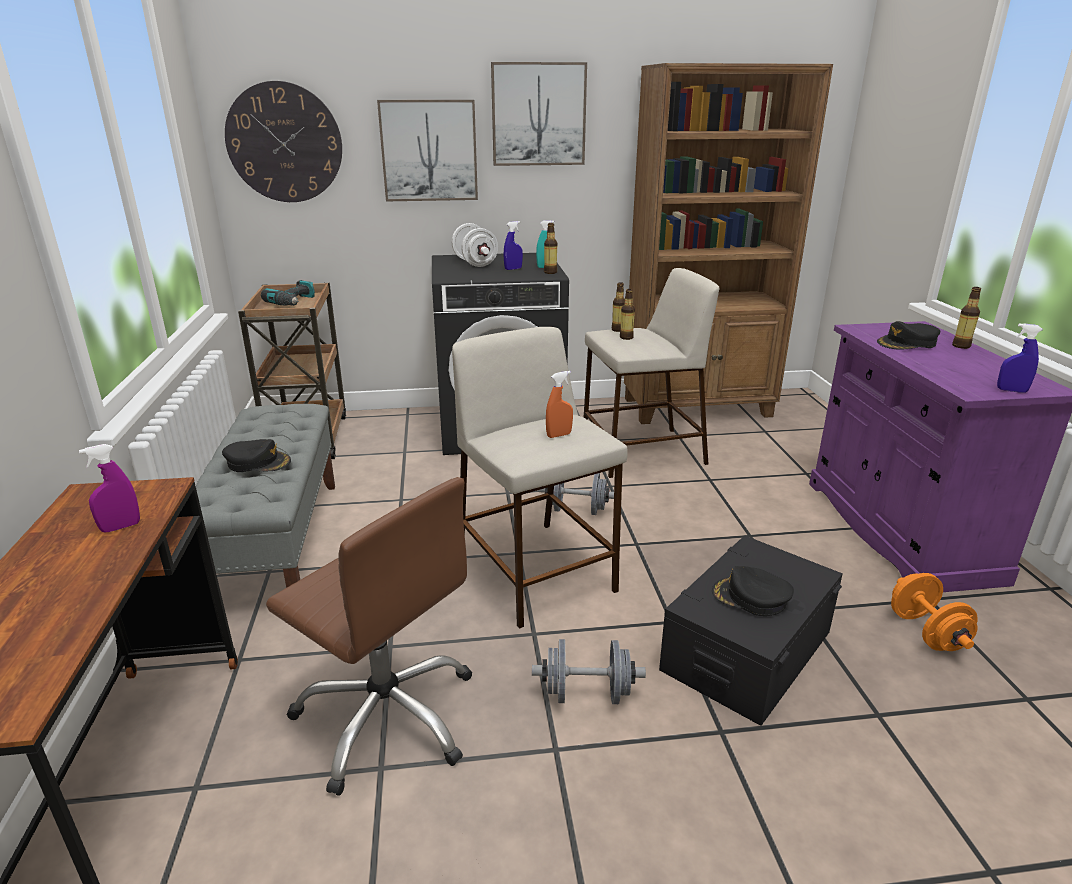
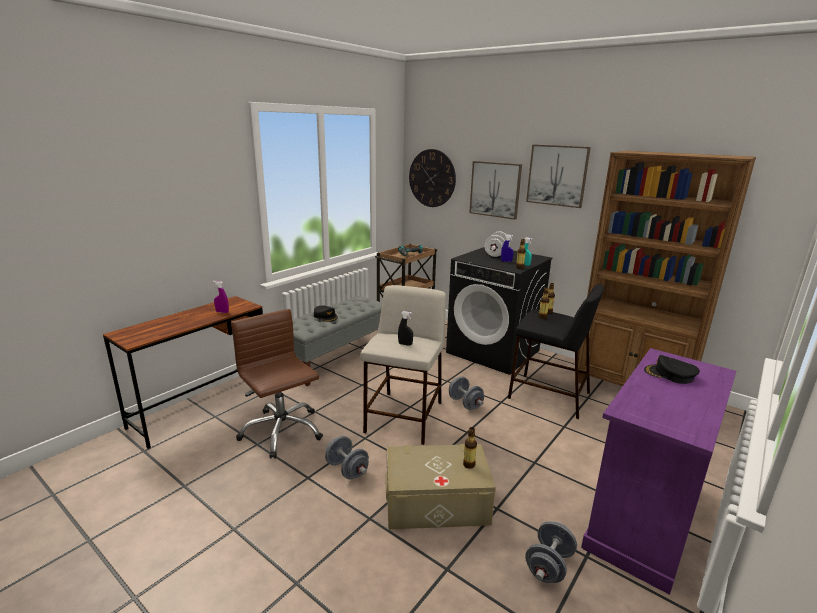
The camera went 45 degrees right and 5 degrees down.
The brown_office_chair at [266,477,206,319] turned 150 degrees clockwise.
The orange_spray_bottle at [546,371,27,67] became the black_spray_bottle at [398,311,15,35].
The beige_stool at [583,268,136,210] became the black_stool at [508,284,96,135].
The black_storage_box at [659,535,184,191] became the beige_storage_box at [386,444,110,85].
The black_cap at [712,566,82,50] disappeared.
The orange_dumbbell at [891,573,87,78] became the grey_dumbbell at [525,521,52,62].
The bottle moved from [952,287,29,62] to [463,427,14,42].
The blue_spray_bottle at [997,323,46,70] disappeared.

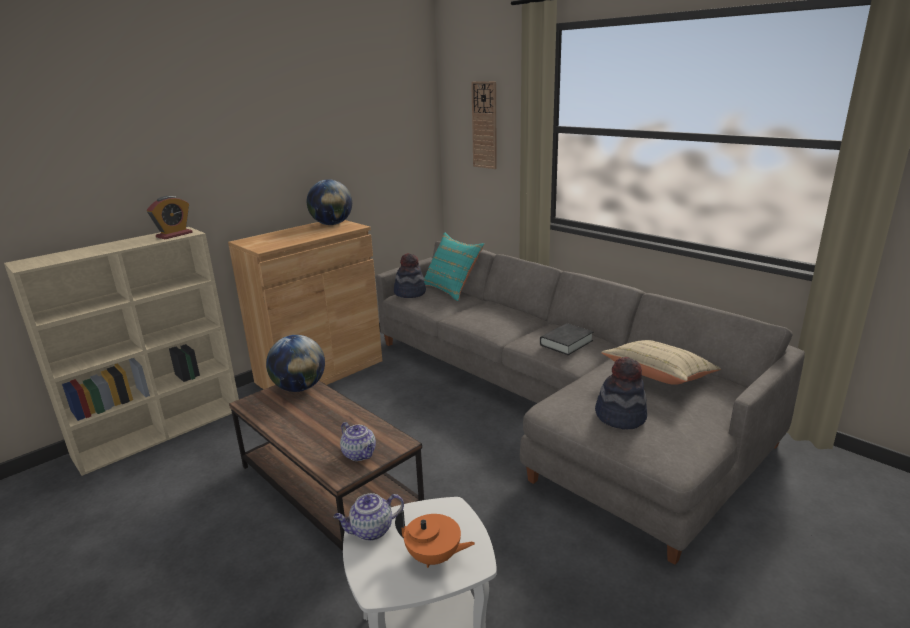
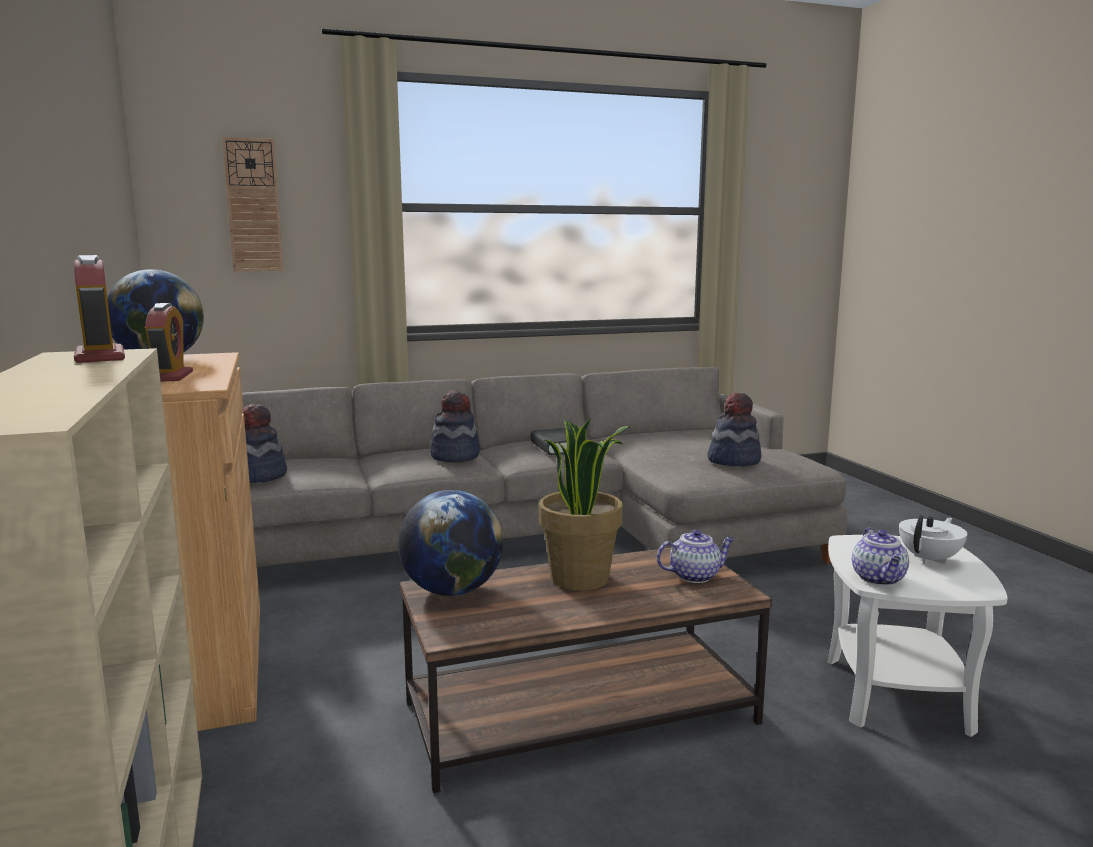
The camera went 65 degrees left and 10 degrees down.
The orange_teapot at [395,510,80,58] became the white_teapot at [899,515,68,49].
The turquoise_pillow at [424,232,61,69] disappeared.
The beige_pillow at [601,340,120,45] disappeared.
The alarm_clock at [145,303,48,79] appeared.
The hat at [430,390,50,73] appeared.
The potted_plant at [539,419,91,172] appeared.

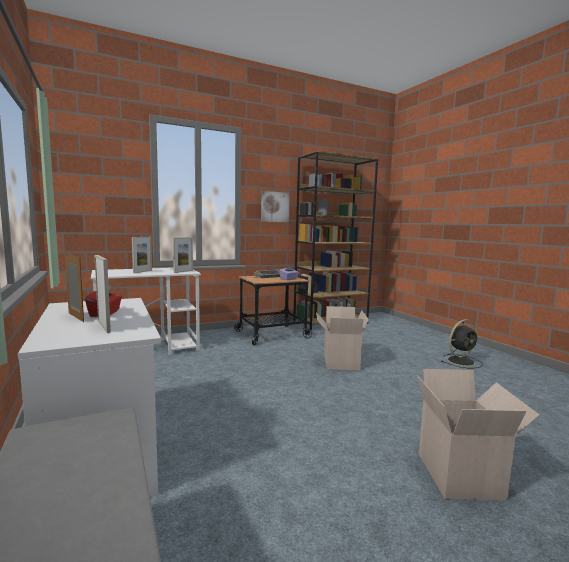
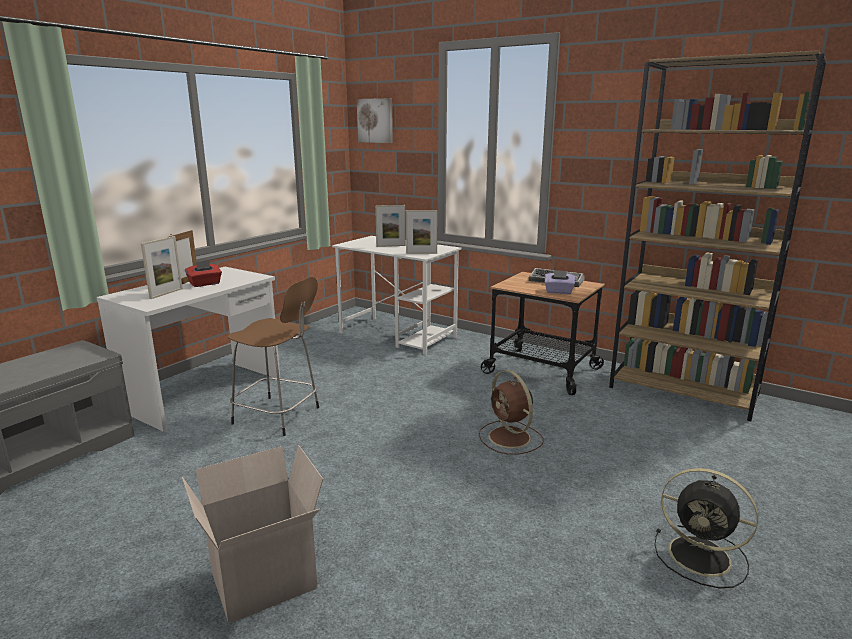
The camera went 60 degrees right and 10 degrees up.
The picture moved from [261,191,29,31] to [357,98,36,45].
The cardboard_box at [316,306,53,64] was replaced by the brown_fan at [479,370,65,85].
The brown_stool at [228,277,91,159] appeared.

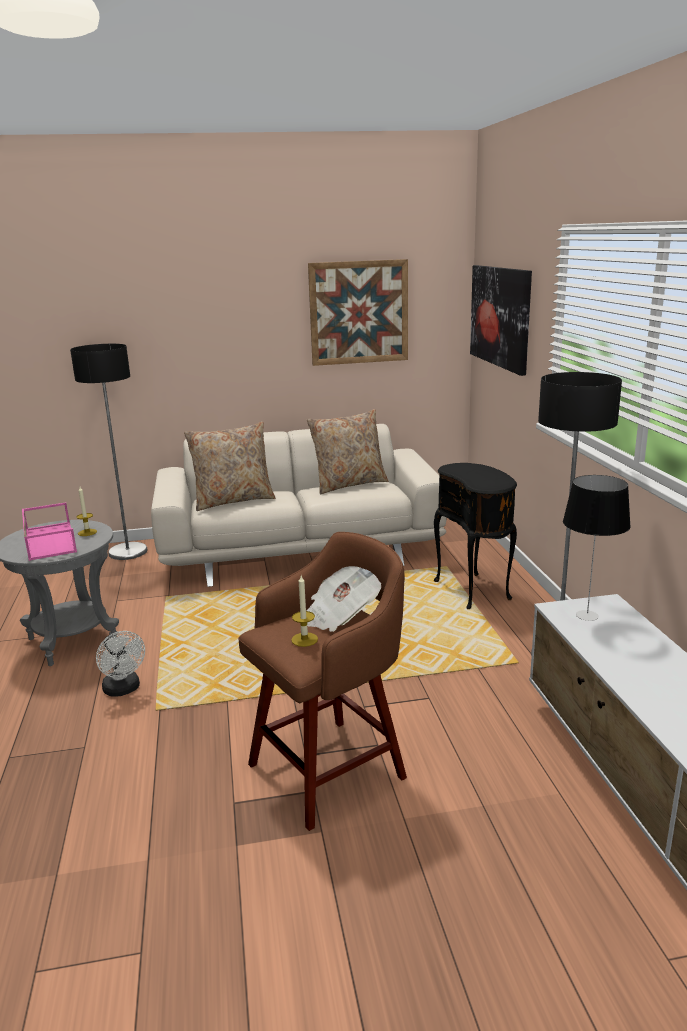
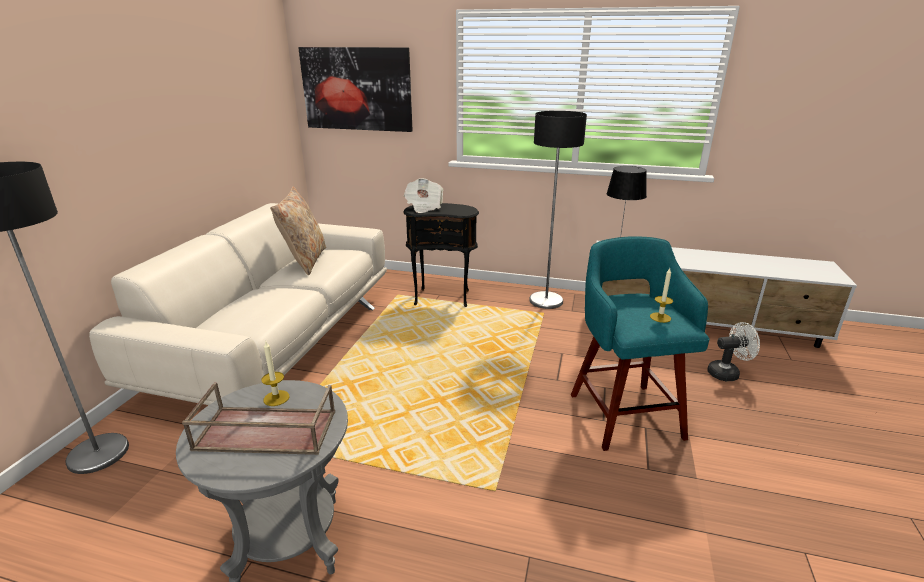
The camera went 65 degrees left and 5 degrees up.
The pink_tray at [22,502,55,59] became the brown_tray at [182,382,153,73].
The white_fan moved from [96,631,49,66] to [707,322,53,59].
The beige_pillow at [184,422,91,89] disappeared.
The brown_stool at [238,532,169,299] became the turquoise_stool at [571,237,139,214].
The newspaper moved from [306,566,75,66] to [404,178,40,35].
The picture at [308,259,100,107] disappeared.

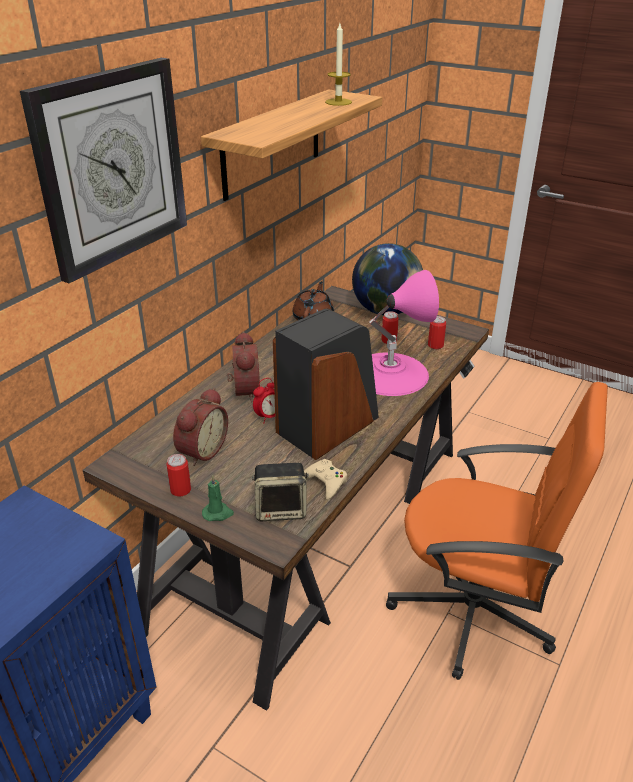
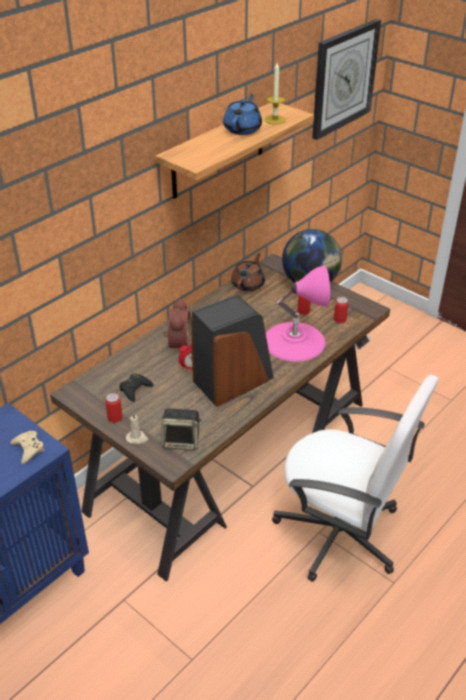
The camera went 10 degrees right and 5 degrees up.
The wall_clock moved from [20,58,167,225] to [312,19,69,121].
The alarm_clock at [173,388,55,78] was replaced by the black_game_controller at [119,373,34,29].
The green_candle at [202,475,32,46] became the beige_candle at [126,412,22,32].
The beige_game_controller moved from [304,459,43,41] to [10,431,35,33].
The orange_office_chair at [386,382,222,298] became the white_office_chair at [272,375,167,207].
The blue_teapot at [223,94,39,41] appeared.

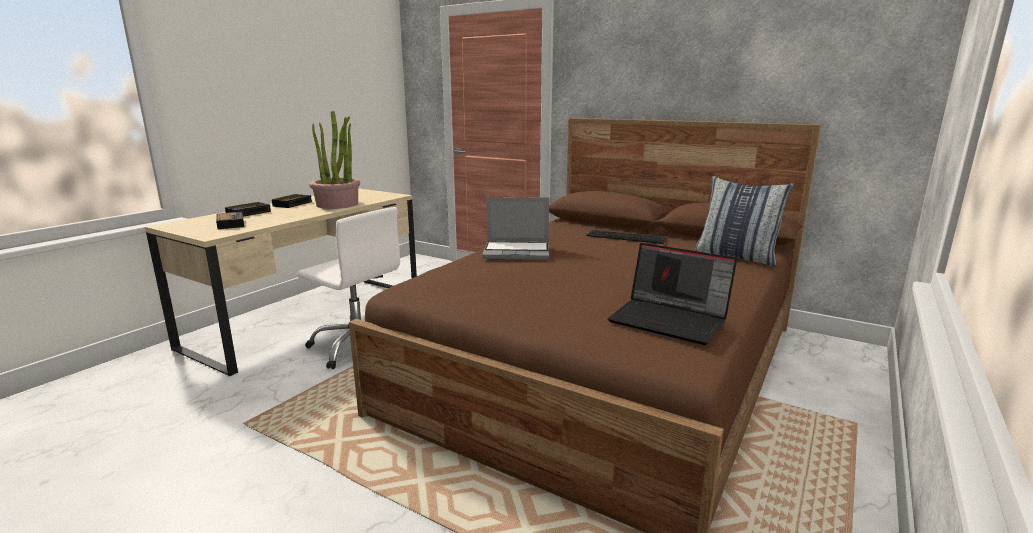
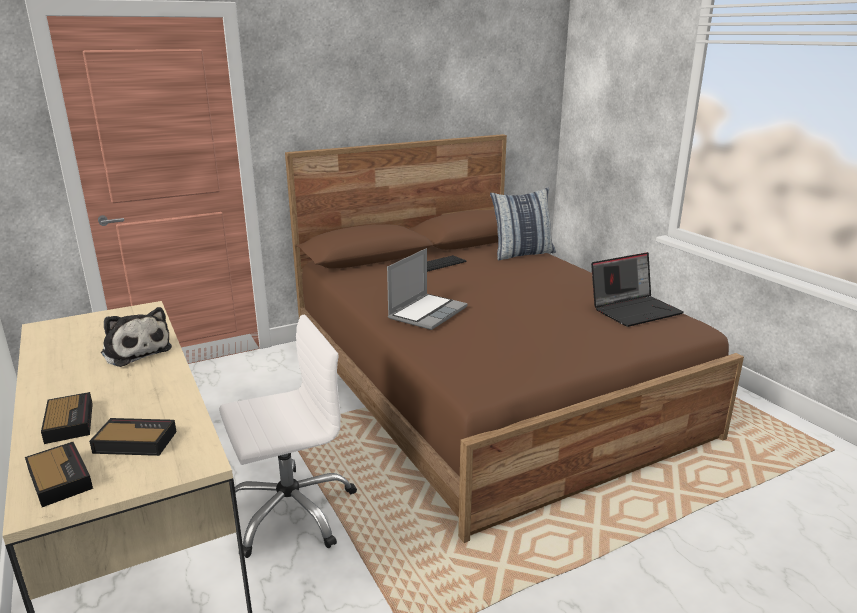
The camera went 60 degrees left and 5 degrees up.
The alarm_clock moved from [272,194,40,14] to [25,442,68,65].
The potted_plant at [309,111,51,98] was replaced by the plush_toy at [101,307,71,60].

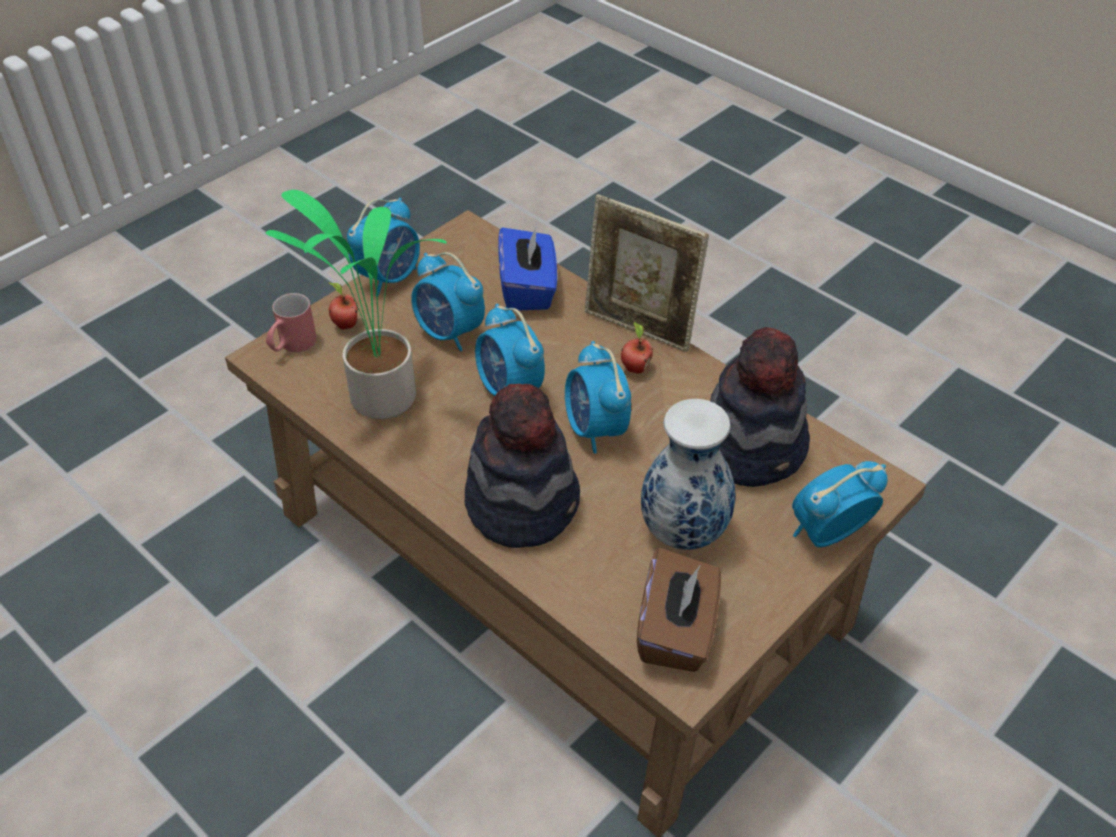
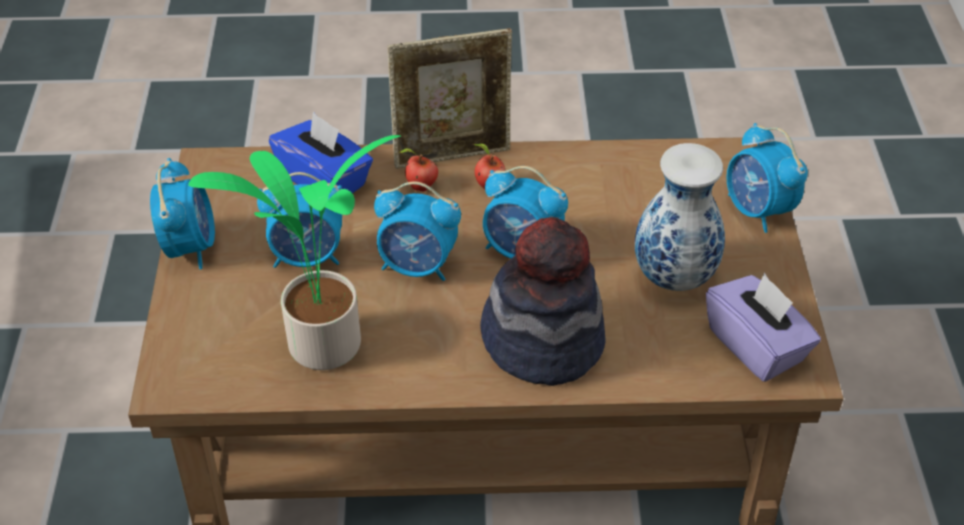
The camera went 45 degrees left and 0 degrees up.
The red_mug at [266,293,51,59] disappeared.
The apple moved from [329,283,28,46] to [399,148,39,43].
The brown_tissue_box at [637,548,84,124] became the purple_tissue_box at [706,273,115,109].
The hat at [710,327,100,160] disappeared.
The alarm_clock at [792,461,96,86] turned 45 degrees counterclockwise.

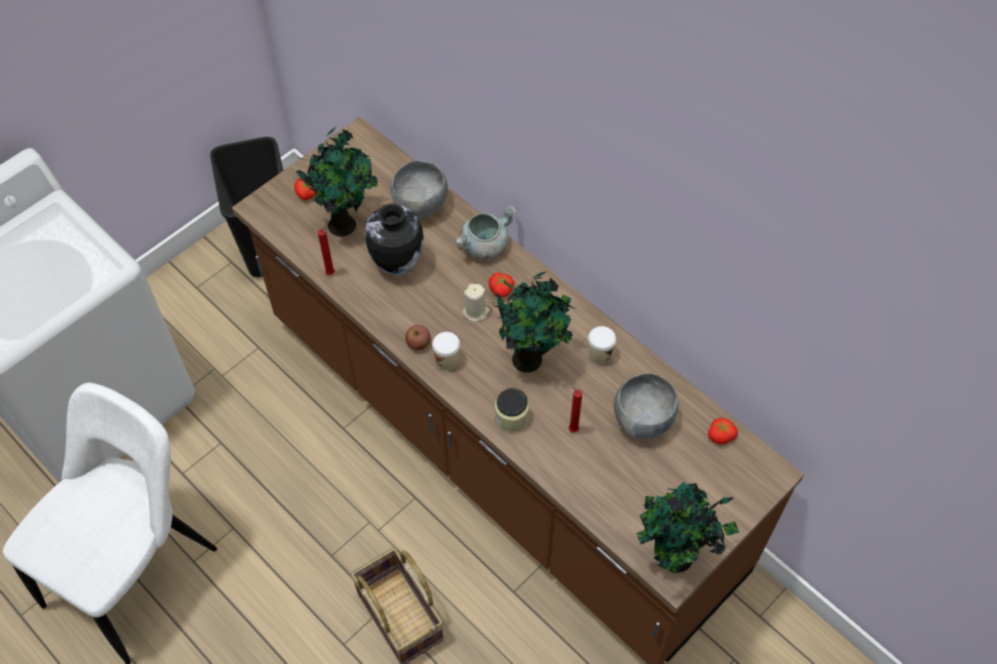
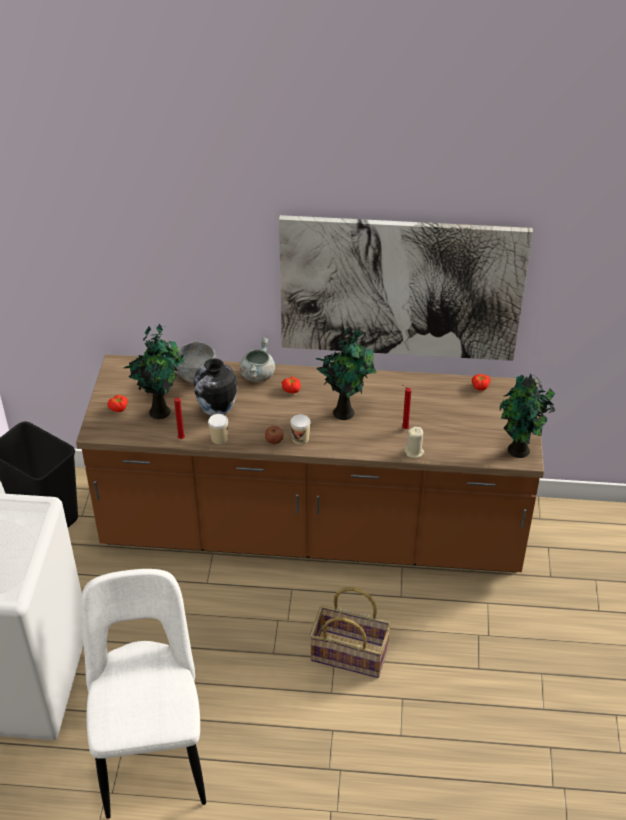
The camera went 40 degrees left and 15 degrees down.
The beige_candle moved from [462,284,28,38] to [404,427,20,31].
The jar at [495,388,34,45] disappeared.
The cup moved from [588,326,28,39] to [208,414,20,30].
The grey_bowl at [614,373,65,66] disappeared.
The picture at [279,215,254,146] appeared.

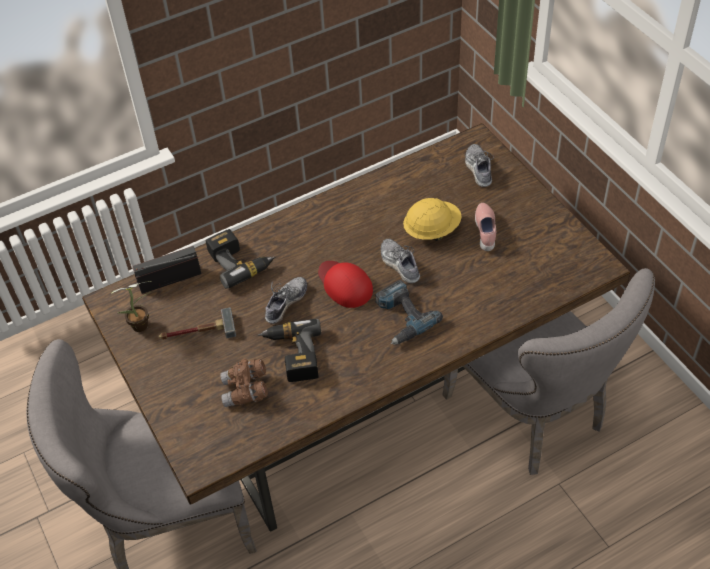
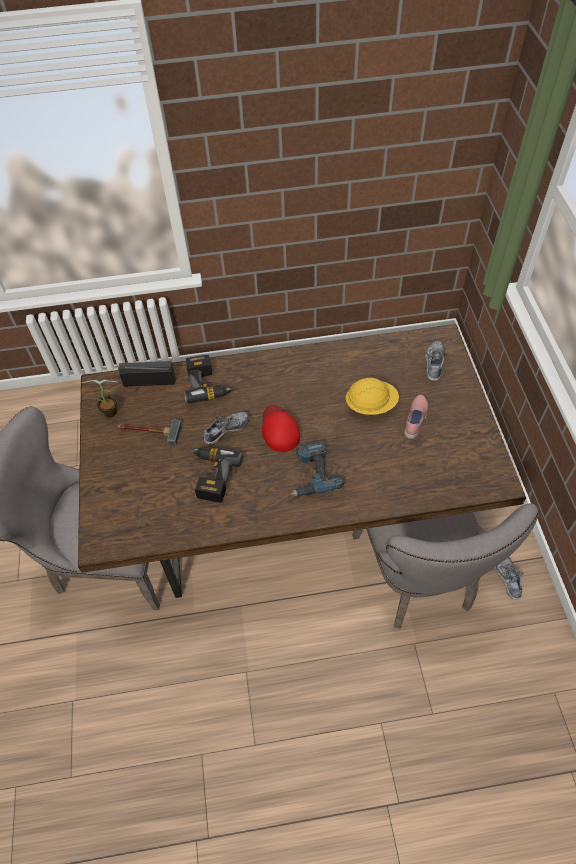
The camera went 20 degrees right and 5 degrees up.
The brown_binoculars at [220,359,48,48] disappeared.
The shoe moved from [381,239,39,44] to [496,557,27,43].

